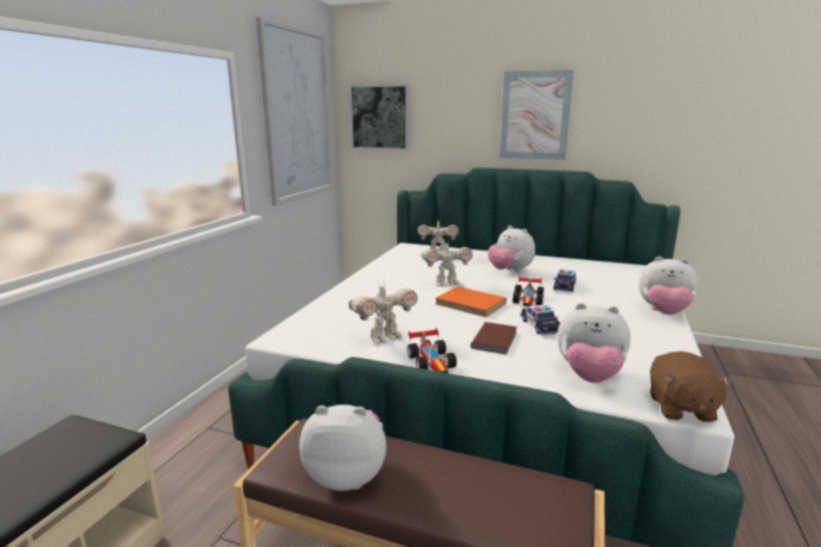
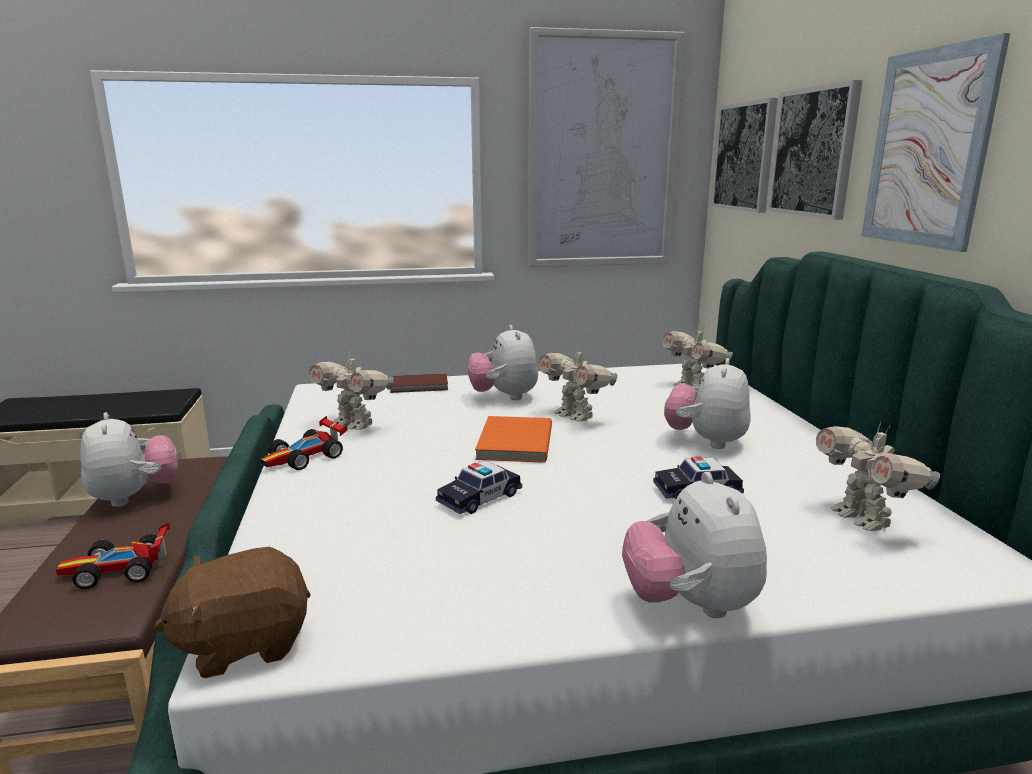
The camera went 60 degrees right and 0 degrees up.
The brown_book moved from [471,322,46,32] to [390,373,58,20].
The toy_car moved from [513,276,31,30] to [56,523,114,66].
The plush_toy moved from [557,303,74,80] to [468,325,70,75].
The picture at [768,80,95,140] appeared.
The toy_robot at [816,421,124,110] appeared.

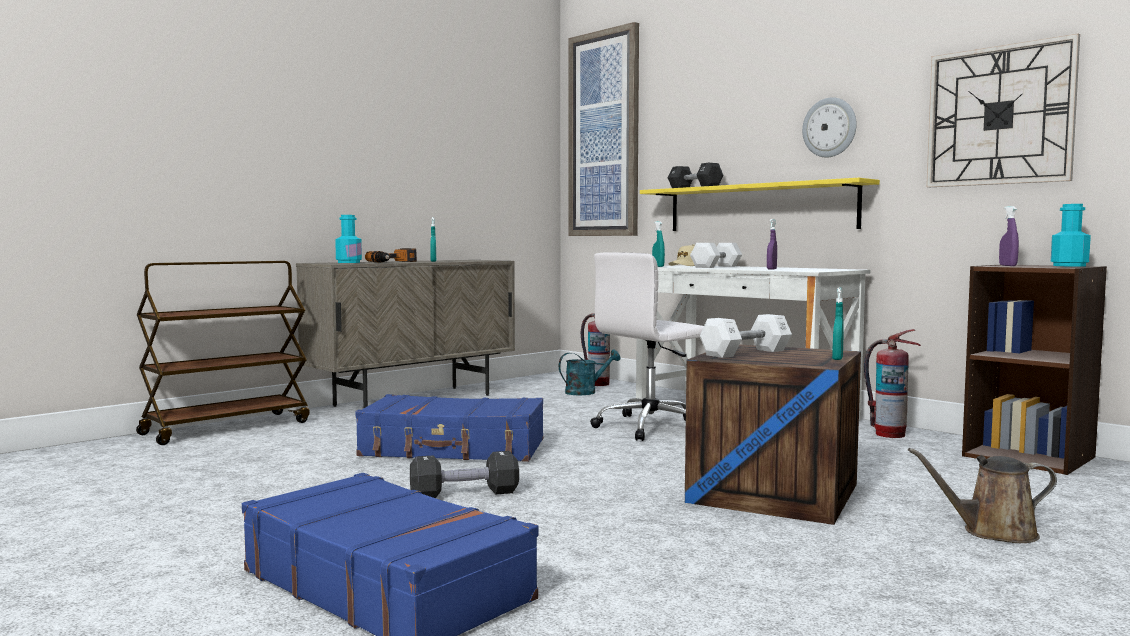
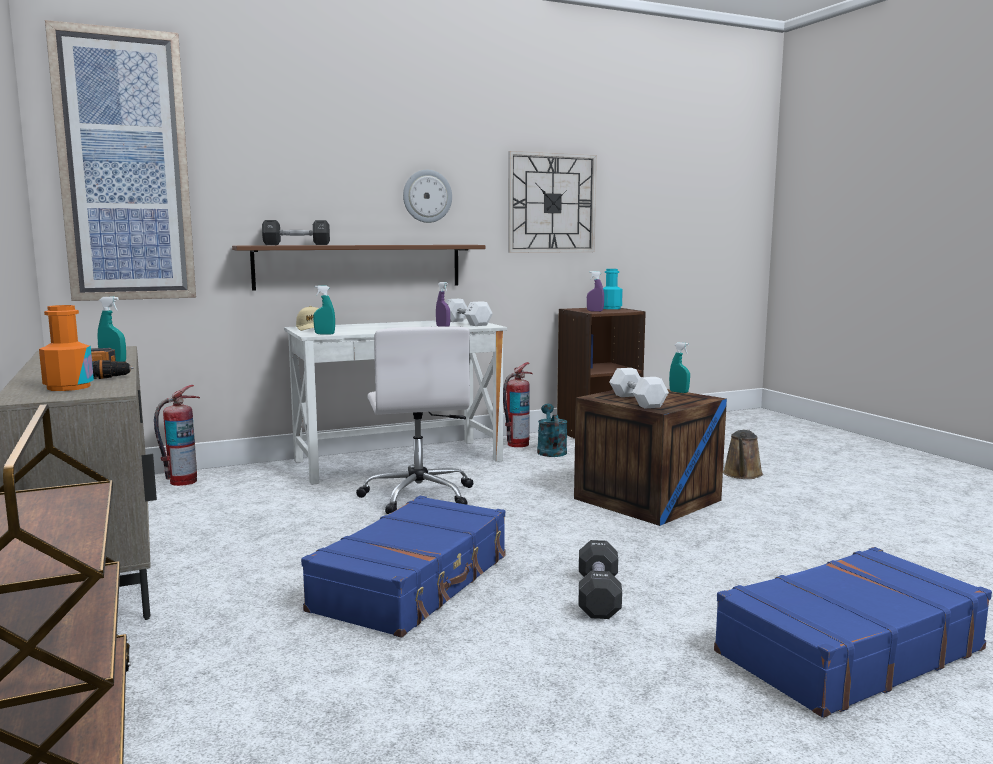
The camera went 70 degrees left and 5 degrees up.
The turquoise_bottle at [335,215,27,48] became the orange_bottle at [39,305,55,86].
The turquoise_watering_can moved from [559,349,62,46] to [537,404,30,53].
The yellow_shelf at [640,178,240,53] became the brown_shelf at [232,245,253,46].
The white_dumbbell moved from [690,243,52,25] to [446,299,47,27].

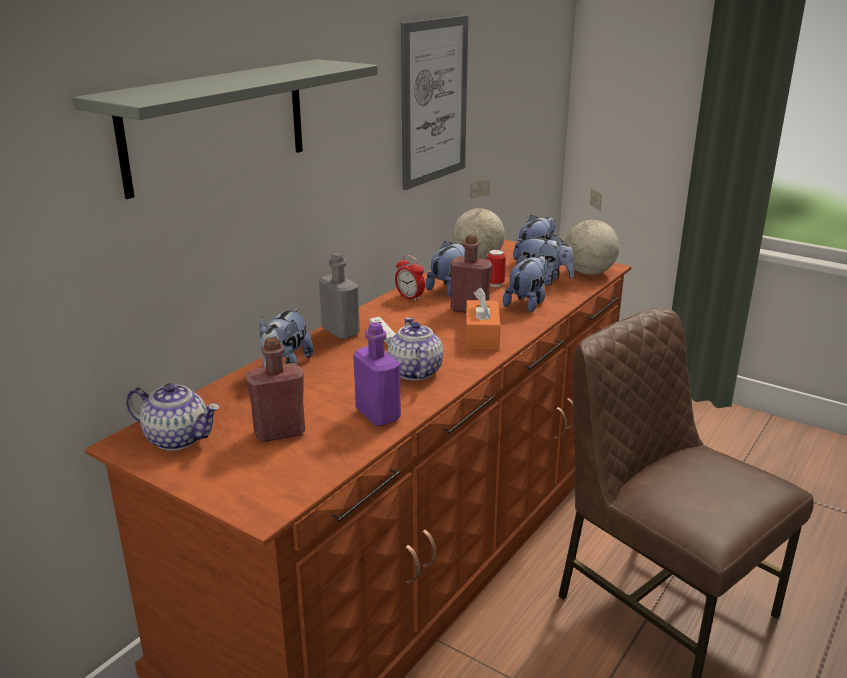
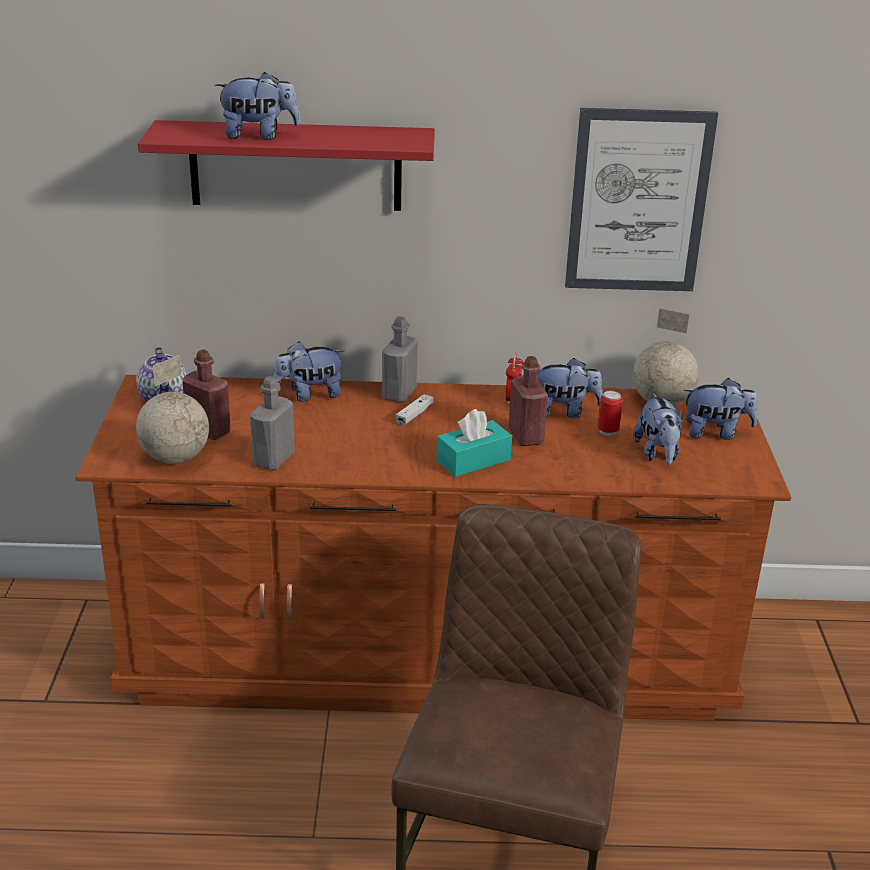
The camera went 55 degrees right and 5 degrees up.
The grey_shelf at [73,59,305,140] became the red_shelf at [138,120,297,91].
The purple_bottle at [353,322,48,104] became the grey_bottle at [250,376,45,94].
The teapot at [387,318,56,63] disappeared.
The orange_tissue_box at [466,287,34,63] became the turquoise_tissue_box at [436,409,76,68].
The plush_toy moved from [503,254,44,58] to [215,72,85,68].
The globe moved from [564,188,55,87] to [136,355,73,109].

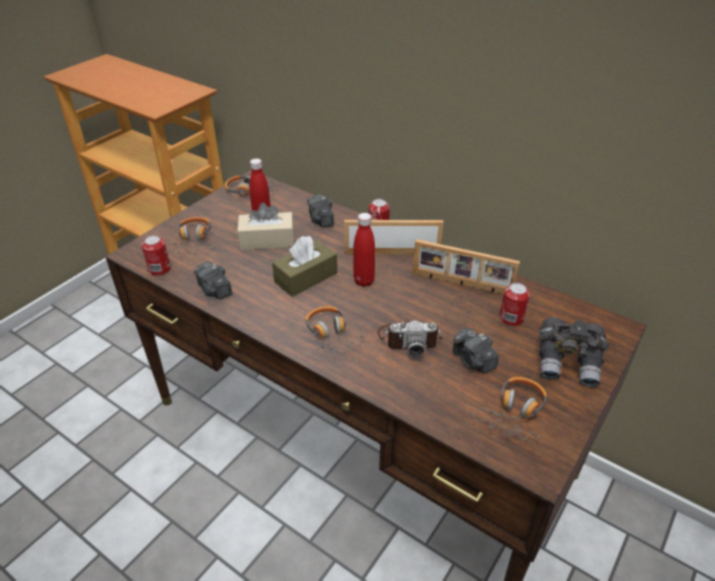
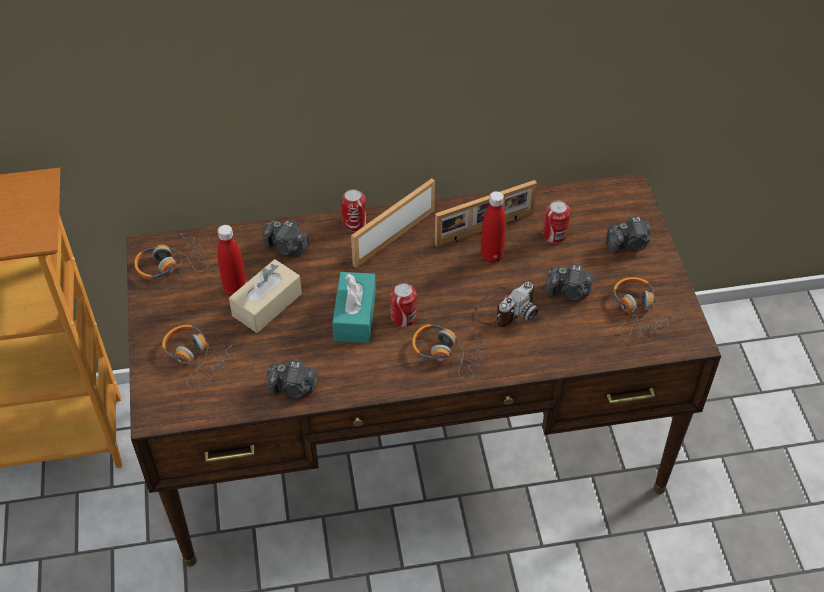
The camera went 45 degrees left and 10 degrees up.
The can moved from [142,235,29,41] to [390,283,27,44].
The brown_tissue_box at [272,236,65,61] became the turquoise_tissue_box at [332,272,44,71].
The red_bottle moved from [353,213,22,74] to [481,191,25,72].
The grey_binoculars at [539,317,70,70] was replaced by the photo_camera at [606,216,45,38].

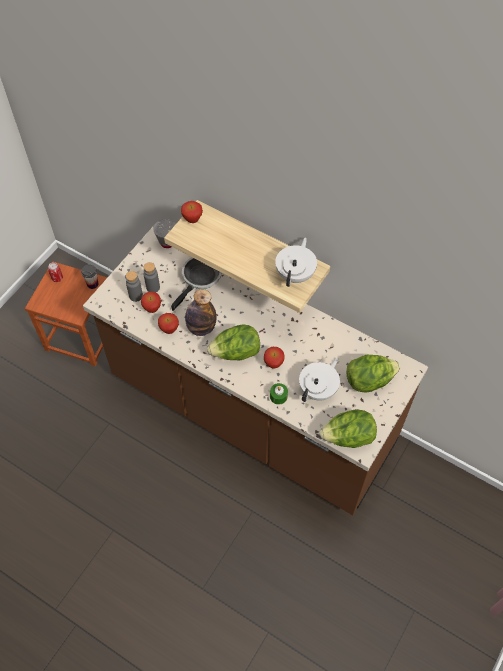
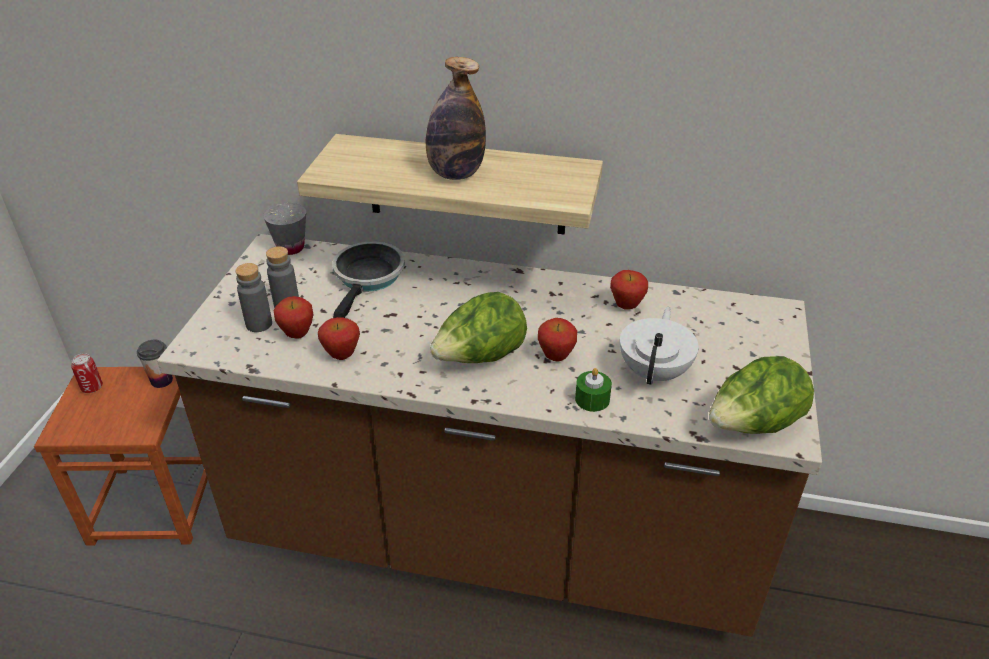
The camera went 20 degrees left and 20 degrees down.
The apple moved from [181,201,22,22] to [610,270,38,40].
The bottle moved from [185,289,31,47] to [426,57,60,123].
The white_teapot at [275,237,42,50] disappeared.
The lettuce at [346,355,54,38] disappeared.

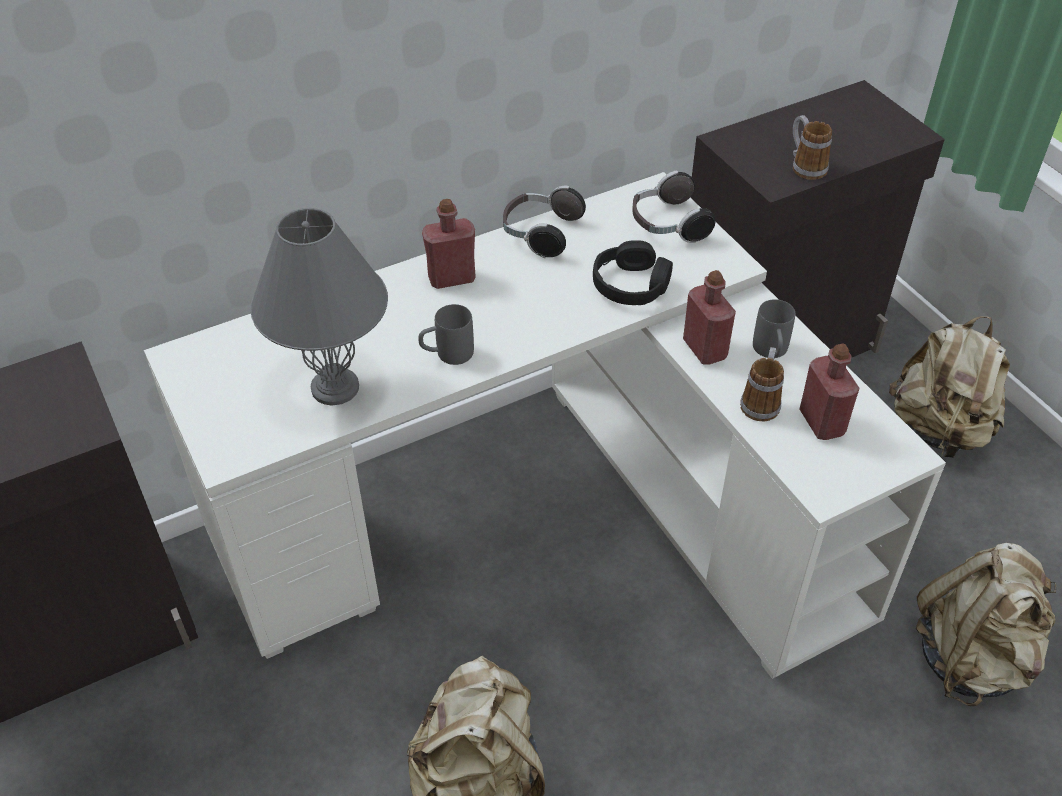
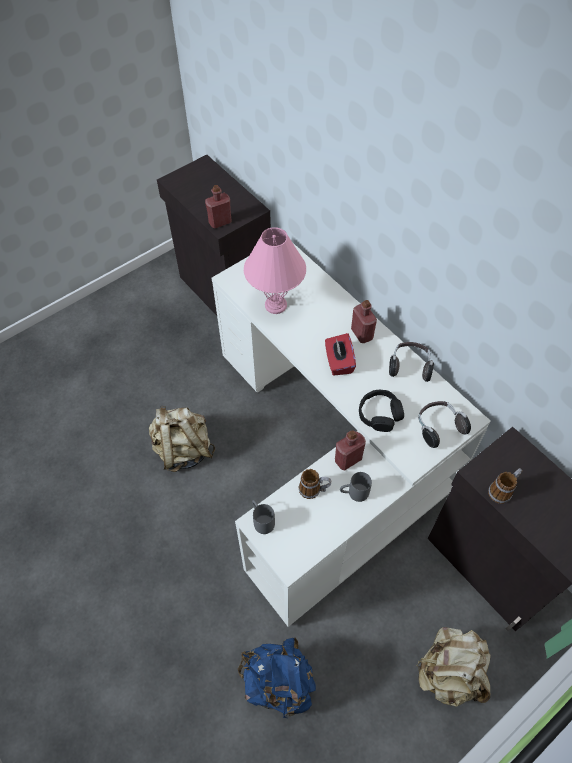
The camera went 80 degrees right and 10 degrees up.
The grey_table_lamp at [251,208,137,197] became the pink_table_lamp at [244,227,62,87].
The grey_mug moved from [418,304,56,61] to [252,500,23,34].
The red_bottle moved from [799,344,61,96] to [205,185,27,44].
The beige_backpack at [916,543,140,163] became the blue_backpack at [238,638,78,81].
The red_tissue_box at [325,333,31,43] appeared.

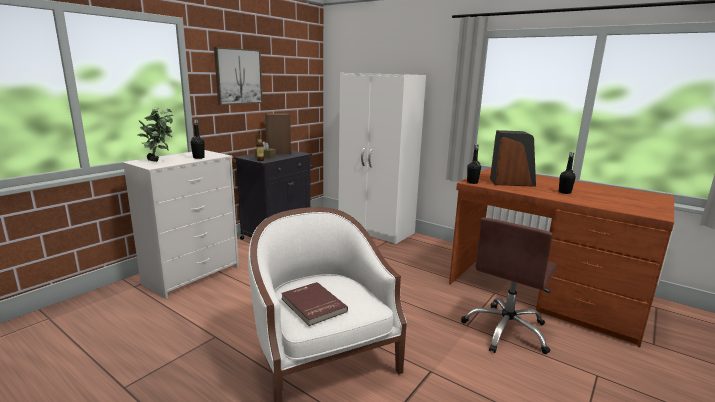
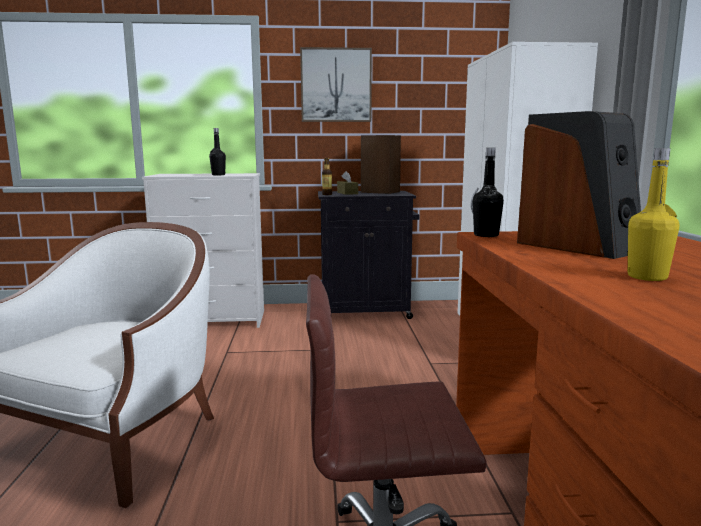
The camera went 50 degrees right and 5 degrees down.
The potted_plant at [137,107,36,55] disappeared.
The red_book at [281,282,67,44] disappeared.
The black_bottle at [559,152,17,42] became the yellow_bottle at [628,148,51,133].

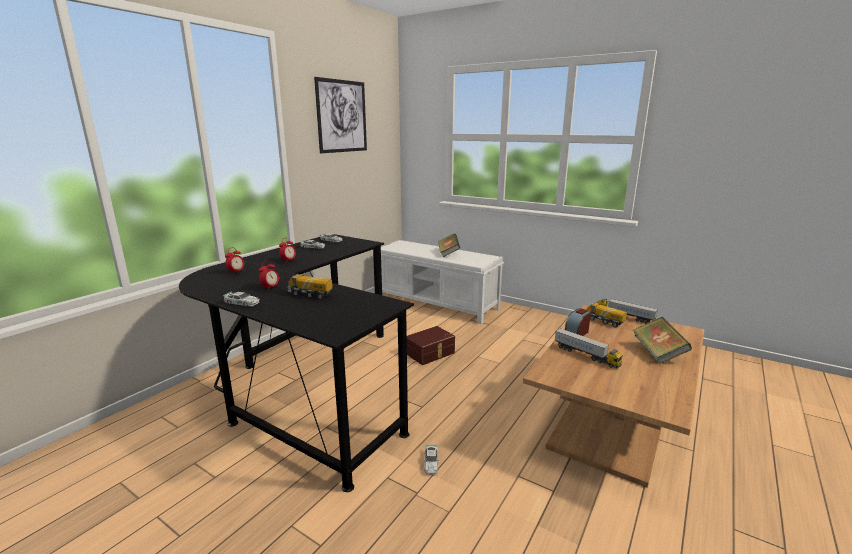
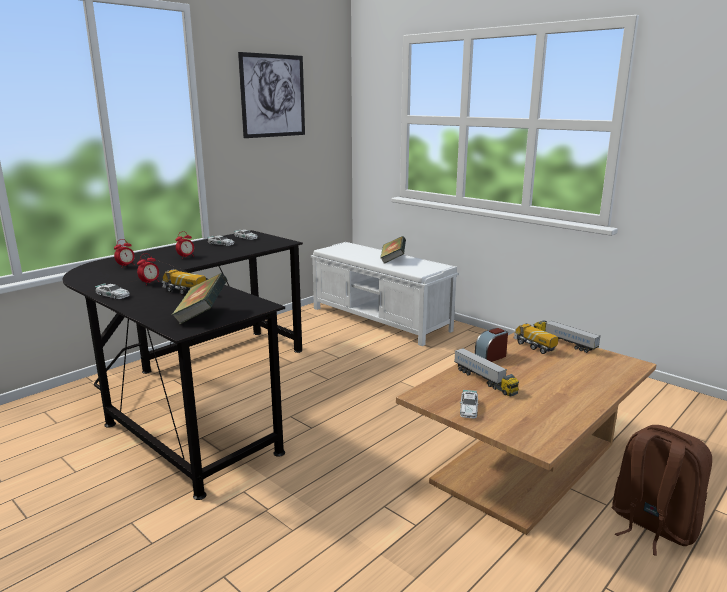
The camera went 10 degrees right and 0 degrees up.
The brown_storage_box at [407,326,48,39] disappeared.
The toy_car moved from [424,445,15,30] to [460,390,19,28].
The book moved from [633,317,59,47] to [172,273,56,52].
The brown_backpack at [612,425,100,131] appeared.

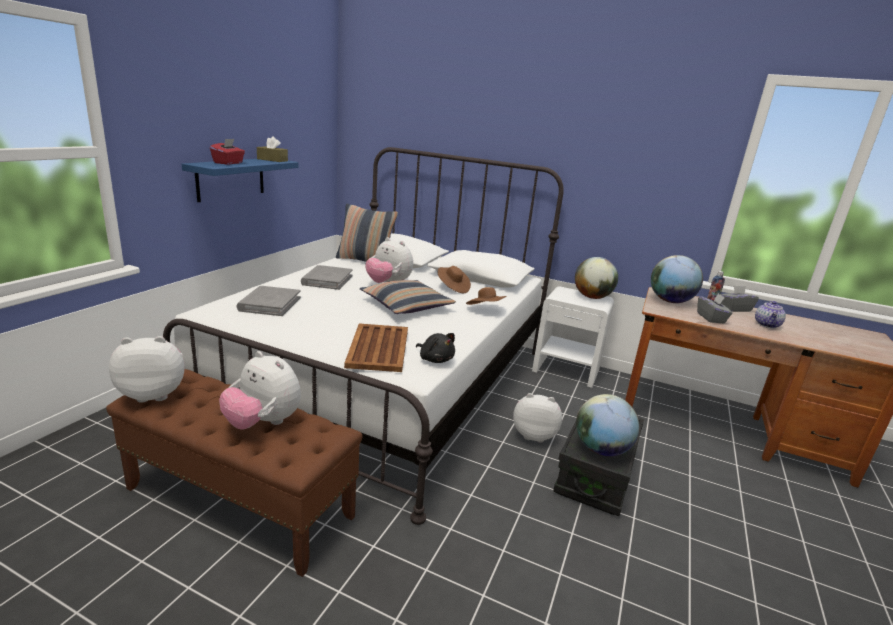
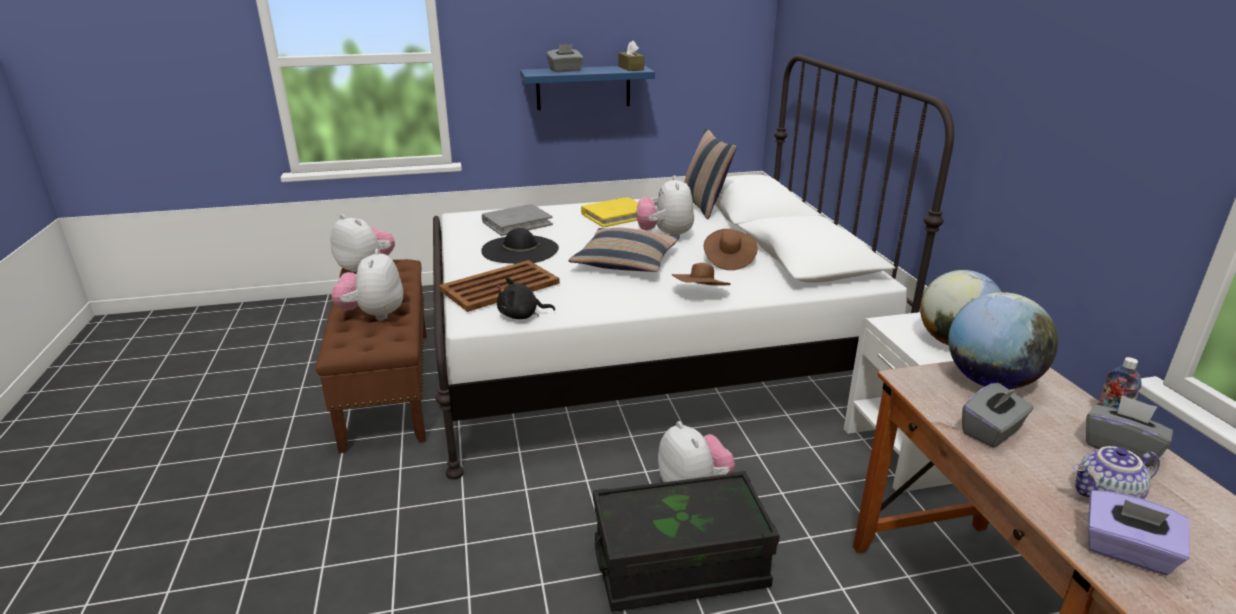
The camera went 55 degrees right and 5 degrees up.
The red_tissue_box at [210,139,35,26] became the grey_tissue_box at [546,44,37,28].
The grey_book at [301,265,52,25] became the yellow_book at [581,197,57,31].
The black_plush_toy at [416,333,39,30] turned 75 degrees clockwise.
The globe at [576,394,64,62] disappeared.
The black_hat at [481,228,78,36] appeared.
The purple_tissue_box at [1088,490,102,85] appeared.

